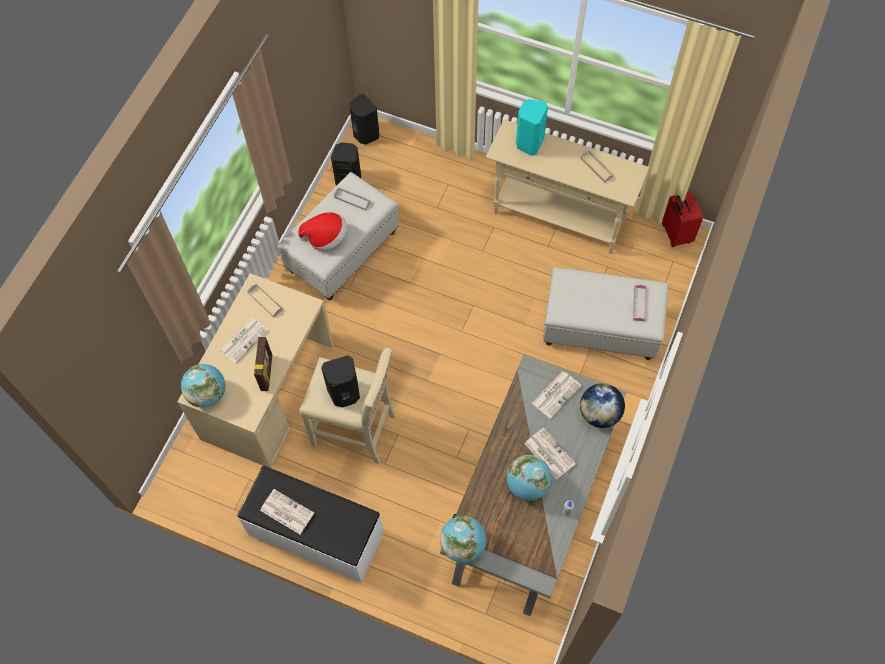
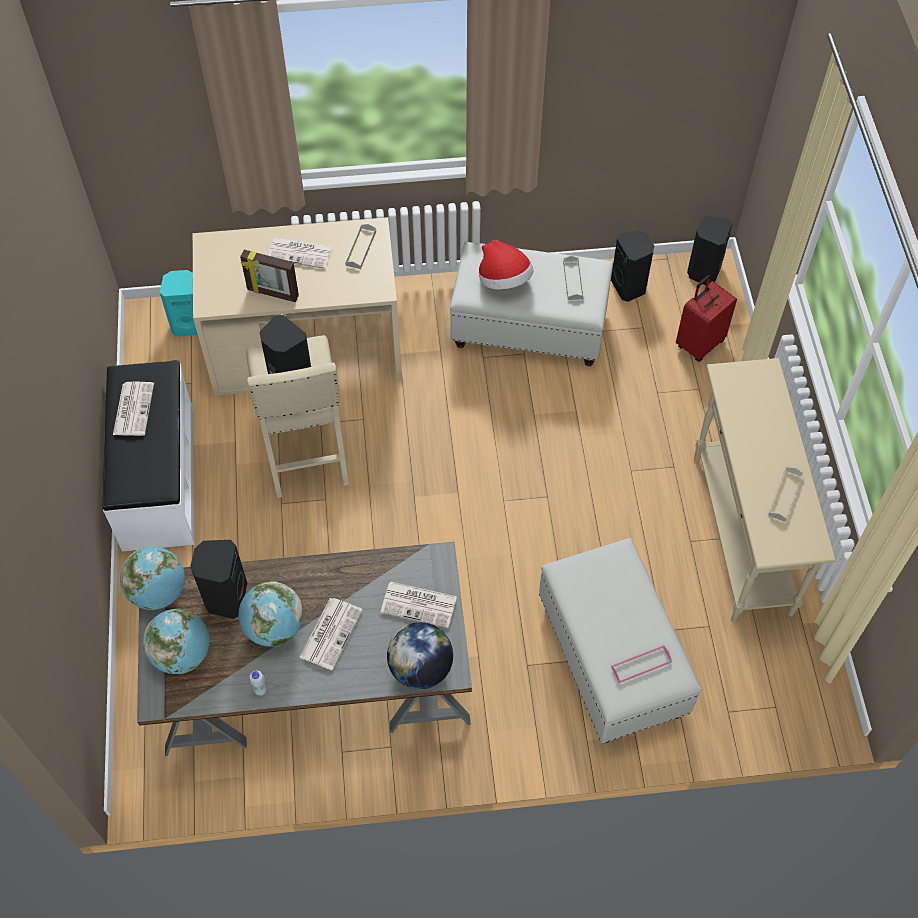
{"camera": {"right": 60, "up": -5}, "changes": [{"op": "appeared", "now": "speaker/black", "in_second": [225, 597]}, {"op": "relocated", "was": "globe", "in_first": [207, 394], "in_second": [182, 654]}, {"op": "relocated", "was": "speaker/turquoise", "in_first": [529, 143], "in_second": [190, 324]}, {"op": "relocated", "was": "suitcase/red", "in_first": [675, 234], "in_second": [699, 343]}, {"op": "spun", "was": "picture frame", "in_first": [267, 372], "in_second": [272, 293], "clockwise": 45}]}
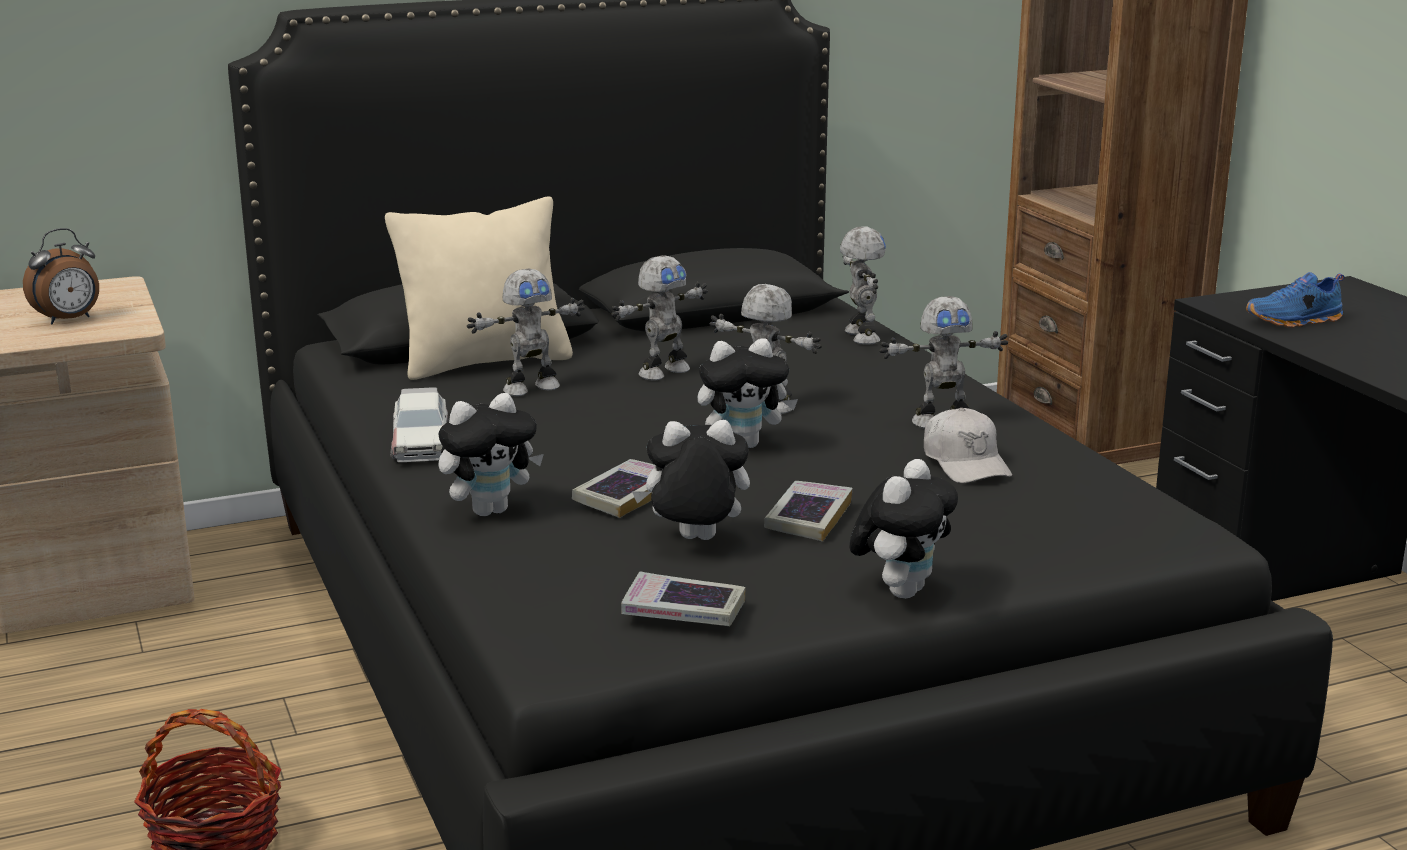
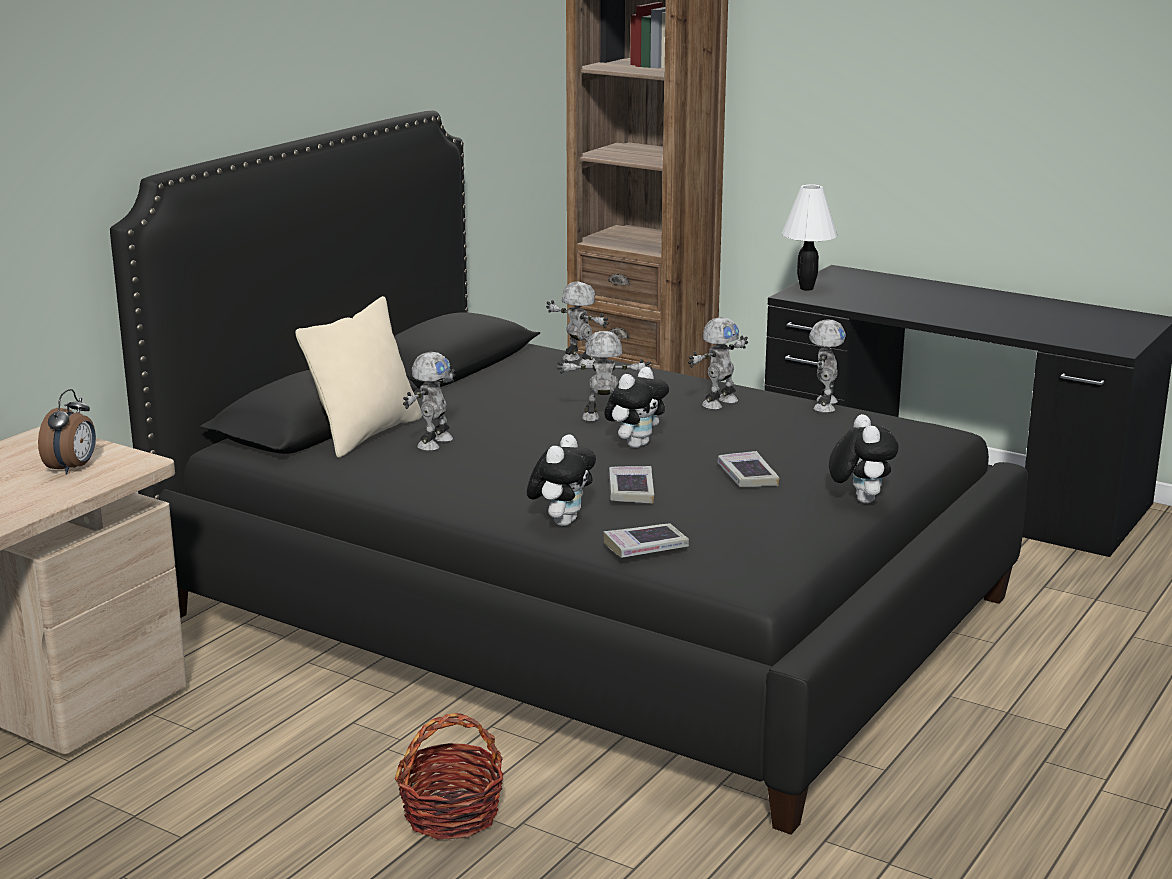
{"camera": {"right": -35, "up": 0}, "changes": [{"op": "missing", "was": "toy car", "in_first": [420, 442]}, {"op": "missing", "was": "plush toy", "in_first": [694, 541]}, {"op": "missing", "was": "cap/white", "in_first": [965, 463]}, {"op": "missing", "was": "shoe/blue", "in_first": [1295, 321]}, {"op": "appeared", "now": "table lamp/white", "in_second": [807, 289]}, {"op": "relocated", "was": "toy robot", "in_first": [662, 372], "in_second": [823, 406]}, {"op": "relocated", "was": "book", "in_first": [683, 610], "in_second": [645, 547]}]}
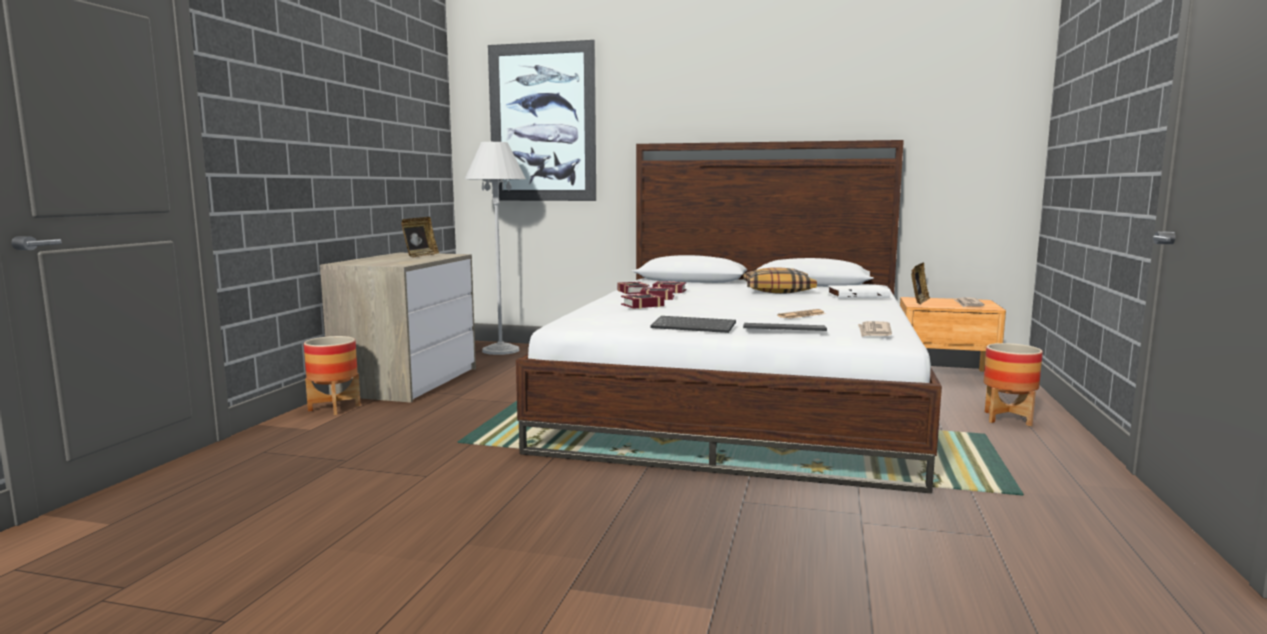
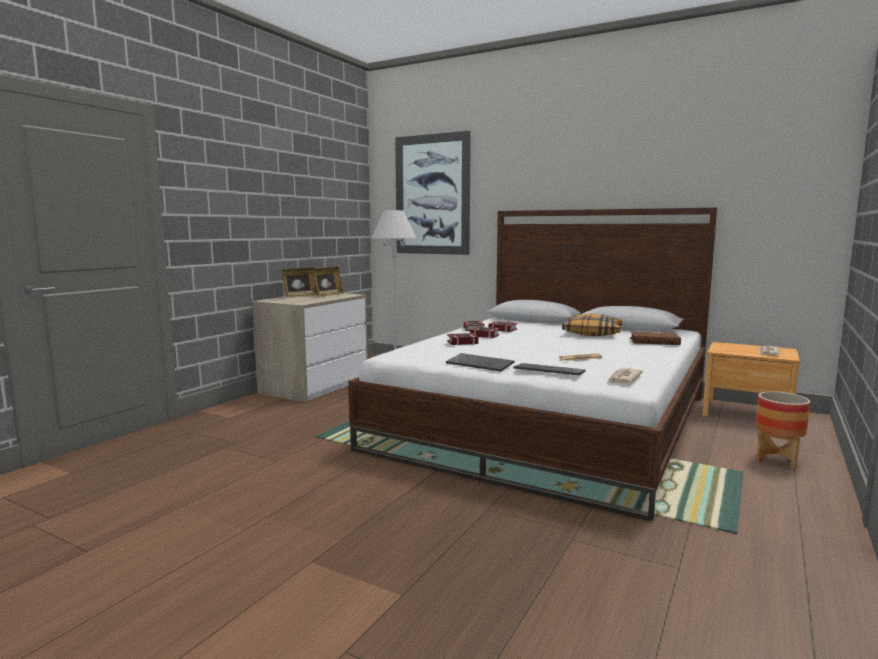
{"camera": {"right": 15, "up": 0}, "changes": [{"op": "missing", "was": "planter", "in_first": [334, 408]}, {"op": "relocated", "was": "picture frame", "in_first": [919, 301], "in_second": [300, 296]}, {"op": "colour", "was": "book/white", "now": "book/brown", "in_first": [857, 295], "in_second": [654, 341]}]}
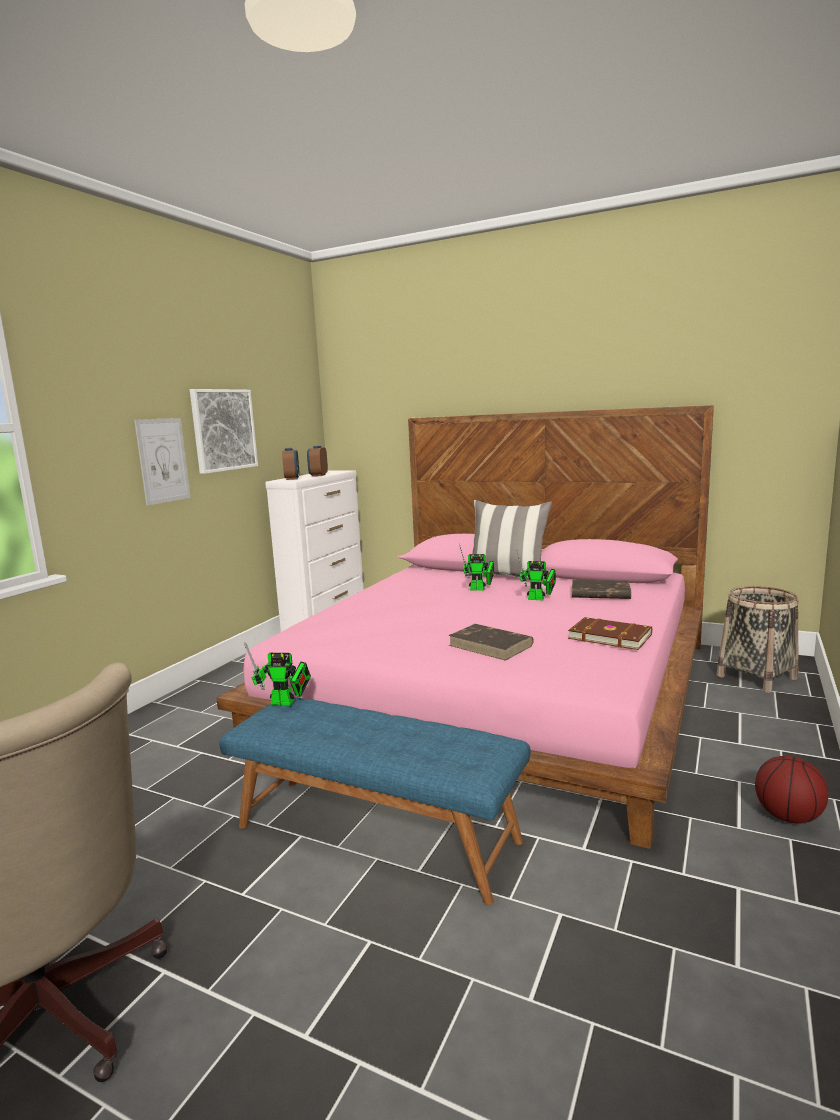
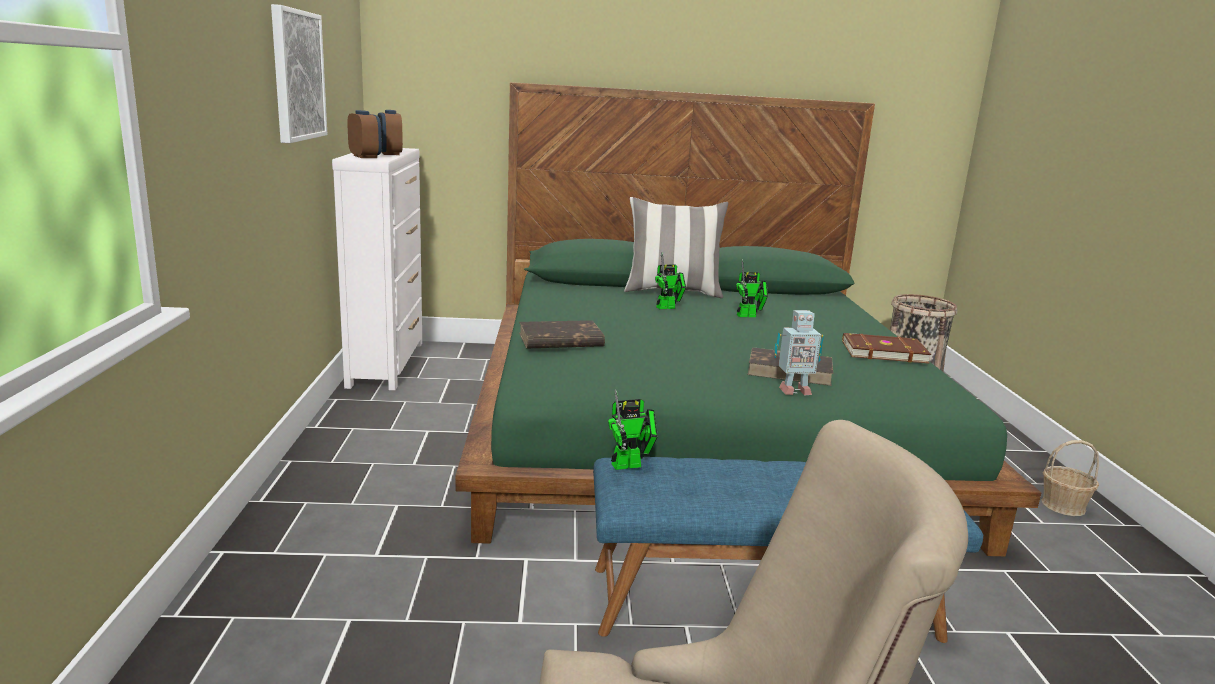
{"camera": {"right": -30, "up": 5}, "changes": [{"op": "missing", "was": "picture", "in_first": [163, 460]}, {"op": "appeared", "now": "toy robot", "in_second": [793, 390]}, {"op": "relocated", "was": "book/brown", "in_first": [599, 593], "in_second": [560, 340]}, {"op": "exchanged", "was": "basketball", "now": "basket", "in_first": [788, 817], "in_second": [1063, 506]}, {"op": "colour", "was": "bed/pink", "now": "bed/green", "in_first": [496, 690], "in_second": [698, 426]}]}
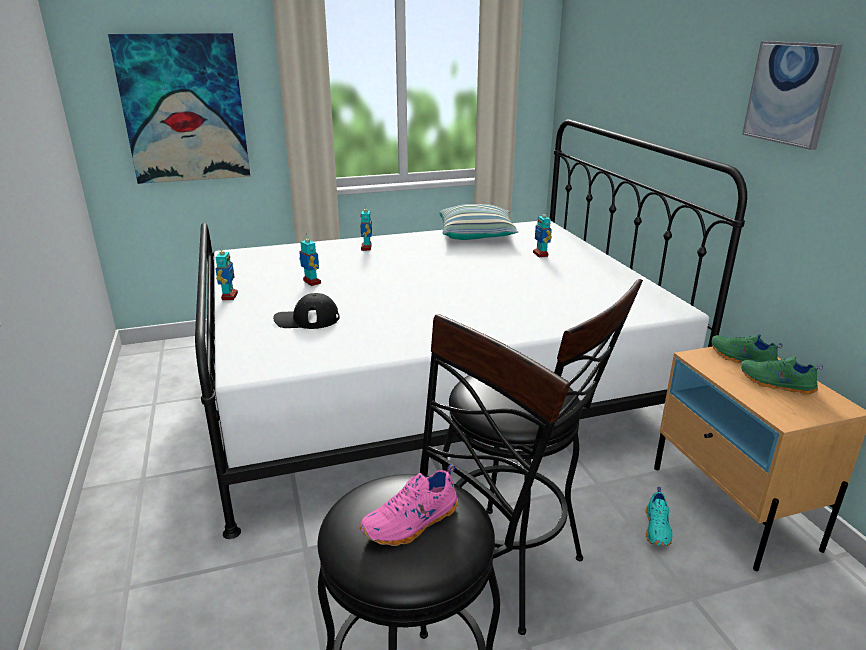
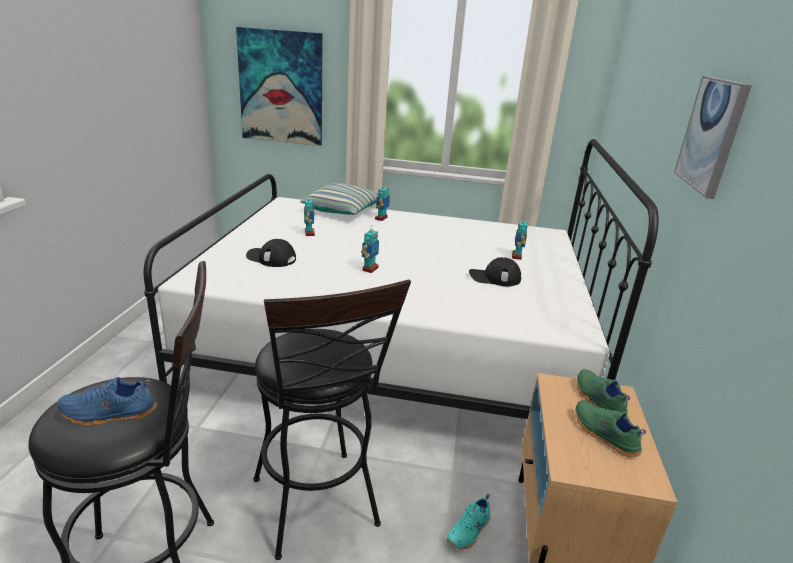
{"camera": {"right": 25, "up": 0}, "changes": [{"op": "appeared", "now": "cap/black", "in_second": [494, 277]}, {"op": "relocated", "was": "toy robot", "in_first": [229, 296], "in_second": [369, 269]}, {"op": "relocated", "was": "pillow", "in_first": [477, 235], "in_second": [343, 211]}, {"op": "colour", "was": "shoe/pink", "now": "shoe/blue", "in_first": [412, 523], "in_second": [108, 414]}]}
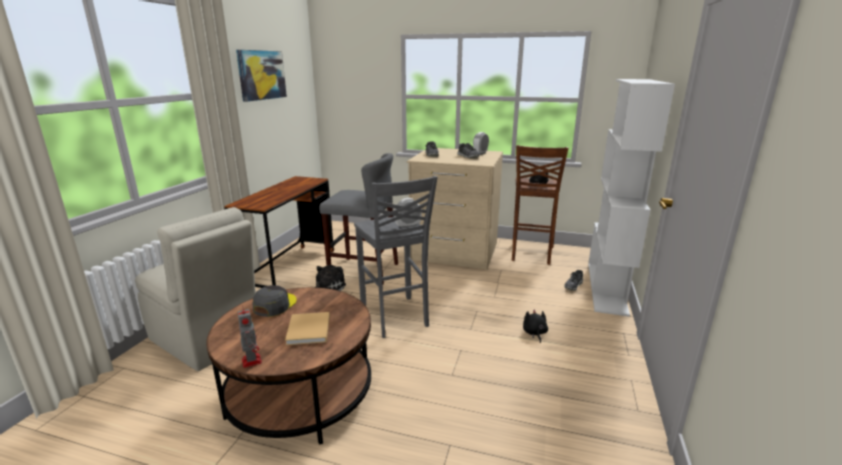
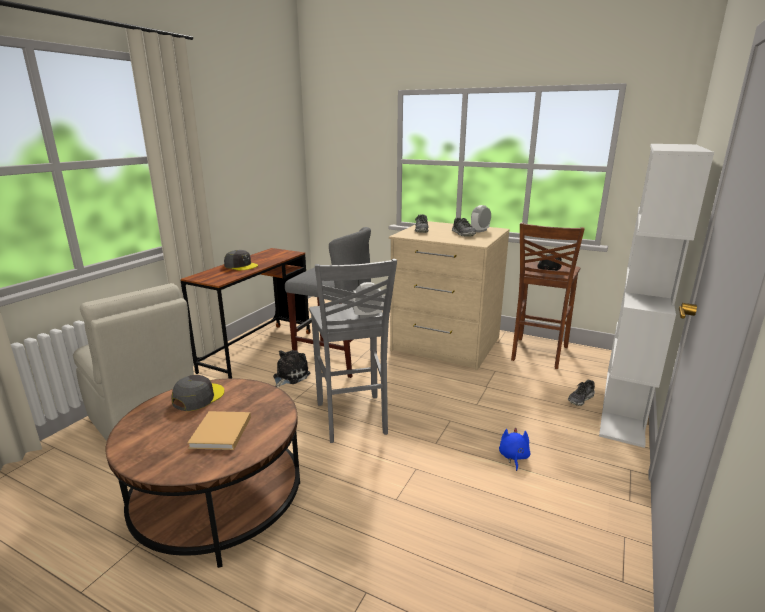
{"camera": {"right": 10, "up": 0}, "changes": [{"op": "missing", "was": "picture", "in_first": [261, 75]}, {"op": "missing", "was": "toy robot", "in_first": [251, 360]}, {"op": "appeared", "now": "cap/grey", "in_second": [241, 266]}, {"op": "colour", "was": "plush toy/black", "now": "plush toy/blue", "in_first": [534, 333], "in_second": [513, 457]}]}
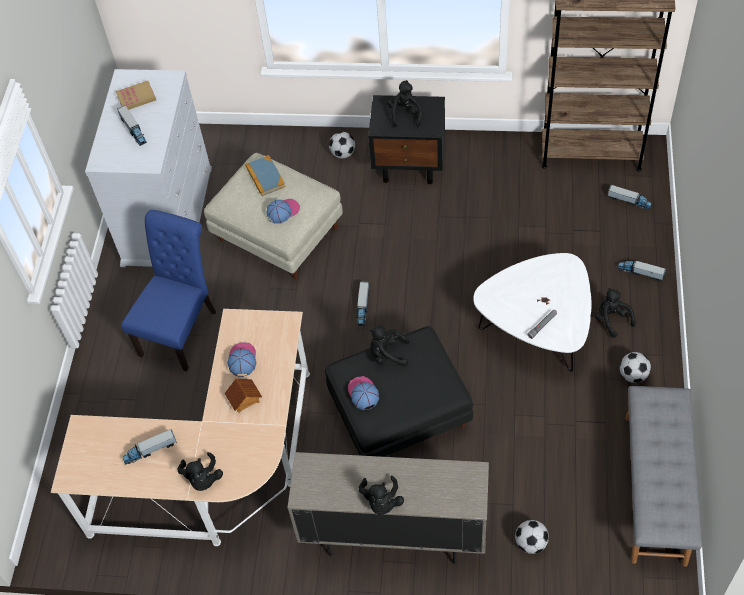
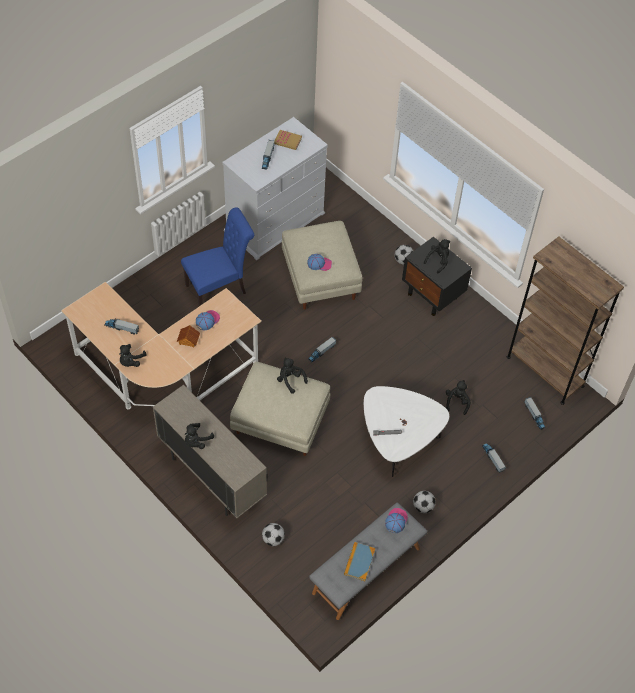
{"camera": {"right": 35, "up": 0}, "changes": [{"op": "relocated", "was": "book", "in_first": [265, 177], "in_second": [359, 562]}, {"op": "relocated", "was": "cap", "in_first": [363, 393], "in_second": [396, 520]}, {"op": "relocated", "was": "plush toy/black", "in_first": [611, 319], "in_second": [457, 402]}, {"op": "colour", "was": "ottoman/black", "now": "ottoman/beige", "in_first": [399, 414], "in_second": [279, 421]}]}
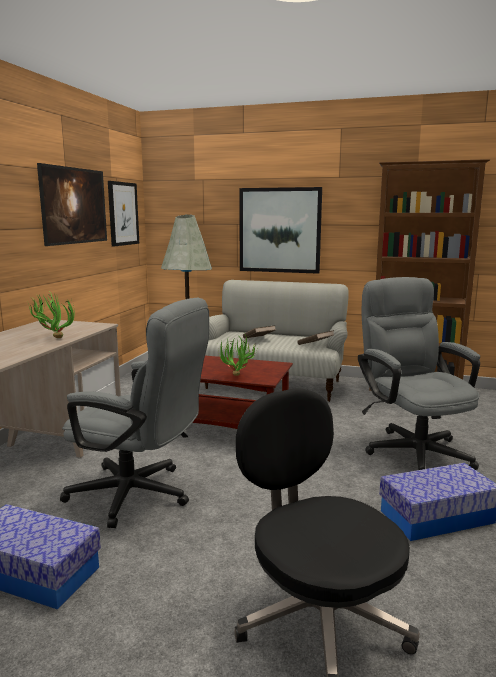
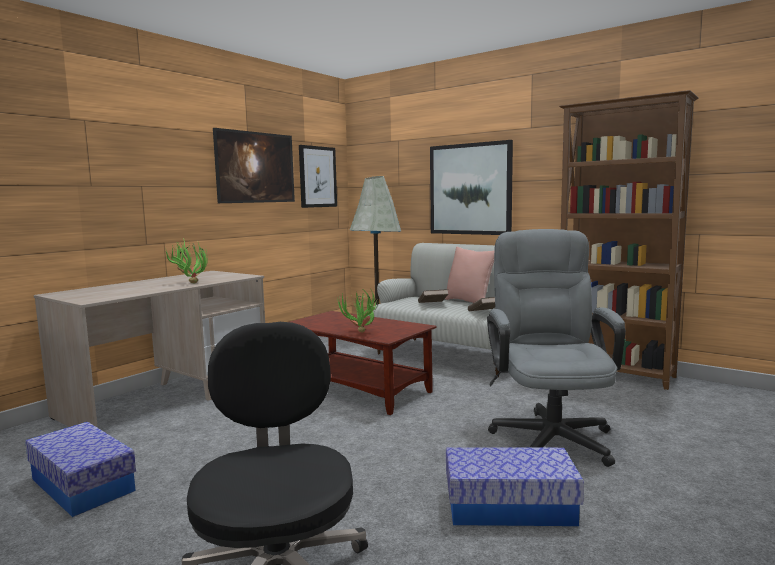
{"camera": {"right": 20, "up": -5}, "changes": [{"op": "missing", "was": "office chair/grey", "in_first": [140, 495]}, {"op": "appeared", "now": "pillow/pink", "in_second": [469, 302]}]}
